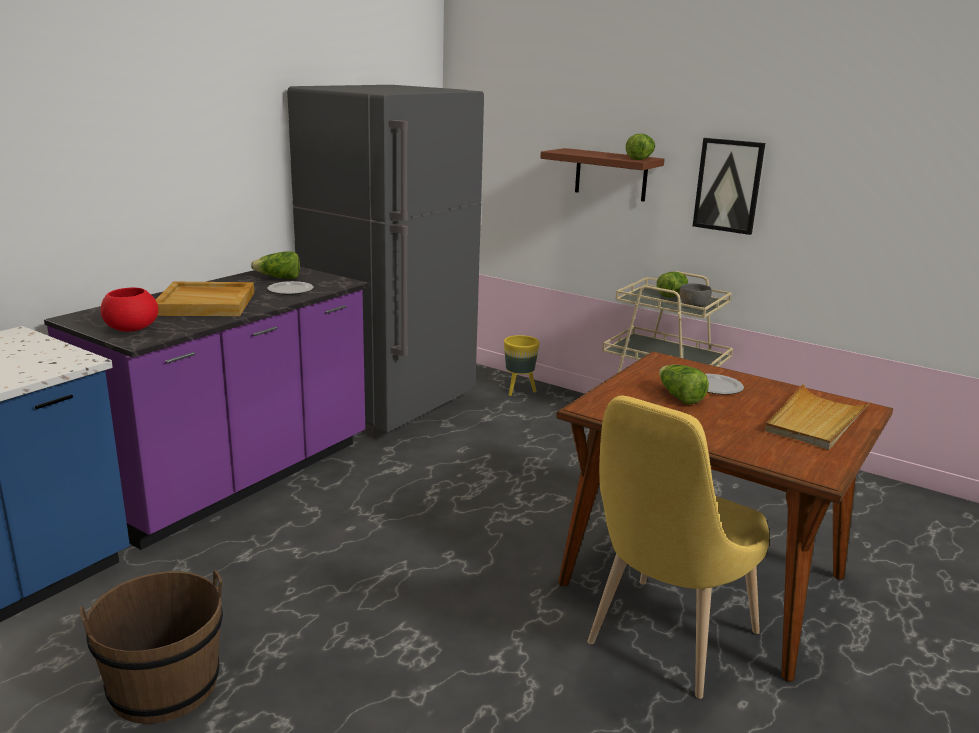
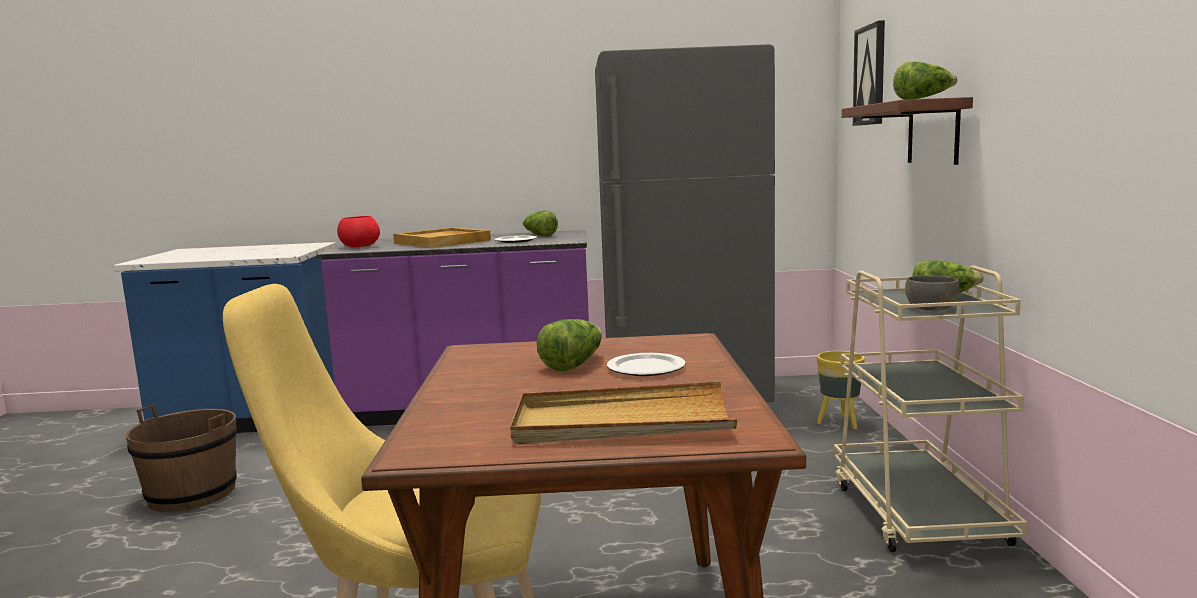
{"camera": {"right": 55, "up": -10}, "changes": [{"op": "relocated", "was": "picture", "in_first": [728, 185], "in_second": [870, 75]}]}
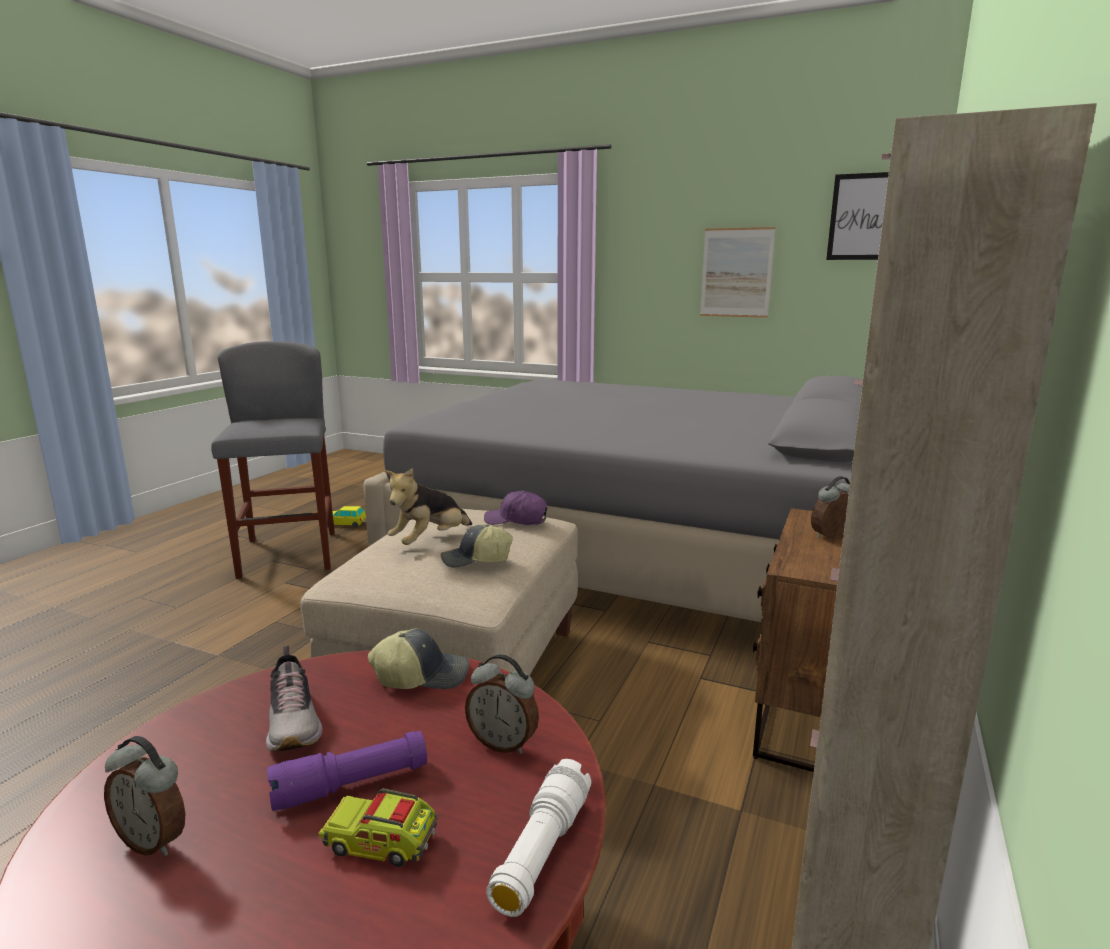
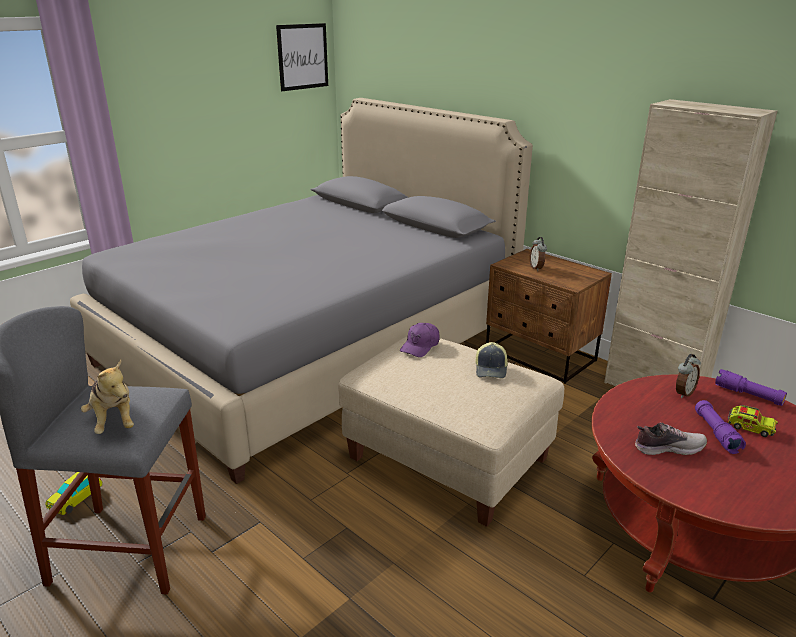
{"camera": {"right": -70, "up": 10}, "changes": [{"op": "missing", "was": "alarm clock", "in_first": [154, 840]}, {"op": "missing", "was": "cap", "in_first": [422, 675]}, {"op": "missing", "was": "picture", "in_first": [736, 273]}, {"op": "relocated", "was": "plush toy", "in_first": [430, 541], "in_second": [114, 421]}, {"op": "colour", "was": "flashlight/white", "now": "flashlight/purple", "in_first": [542, 851], "in_second": [748, 395]}, {"op": "spun", "was": "toy truck", "in_first": [381, 842], "in_second": [750, 427], "clockwise": -90}]}
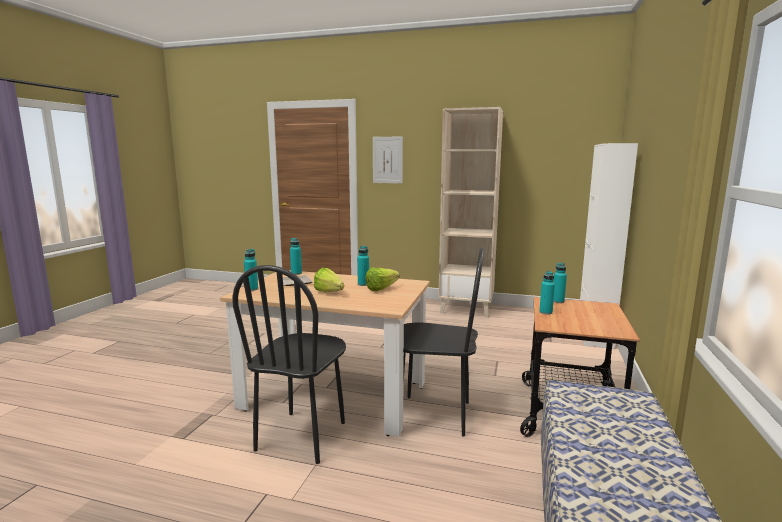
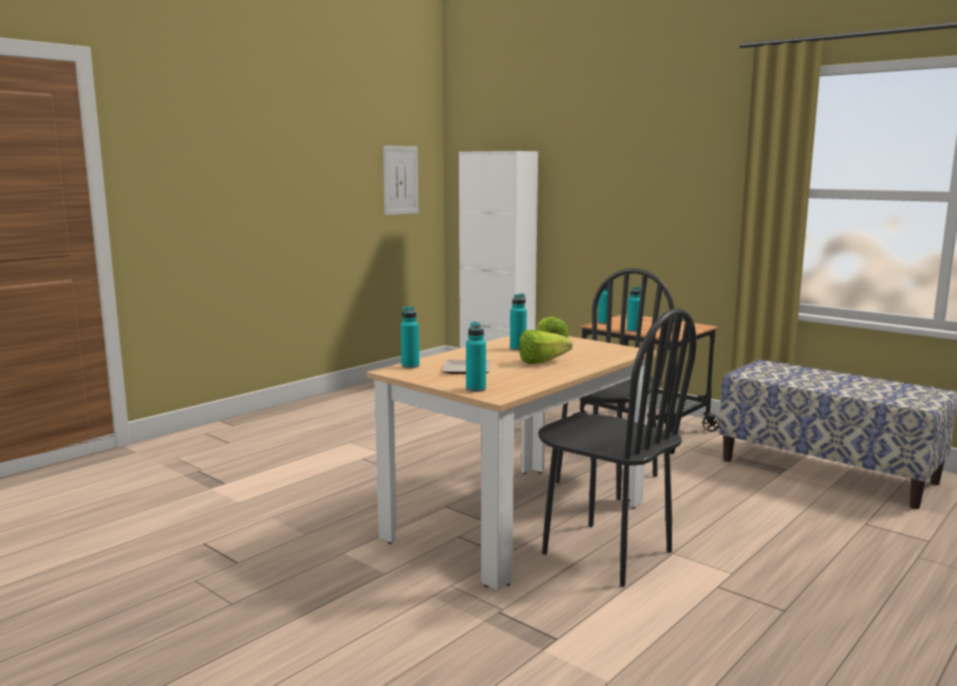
{"camera": {"right": -65, "up": 0}, "changes": [{"op": "missing", "was": "bookcase/beige", "in_first": [467, 309]}, {"op": "relocated", "was": "picture", "in_first": [387, 160], "in_second": [400, 180]}]}
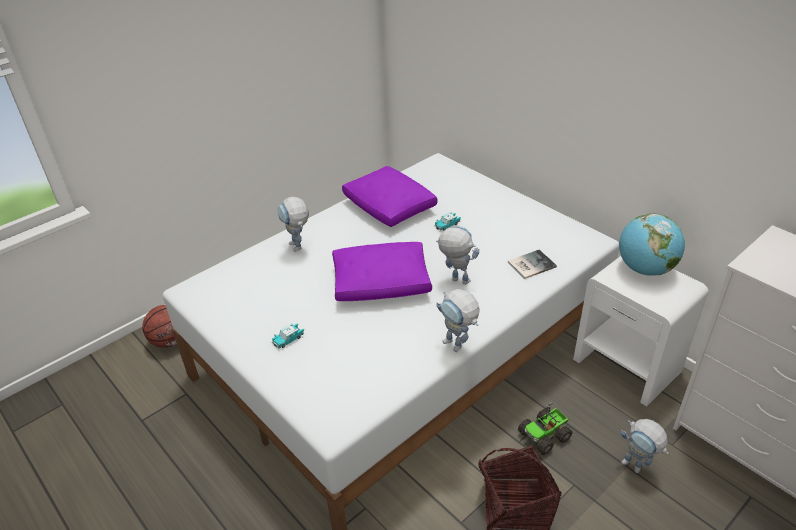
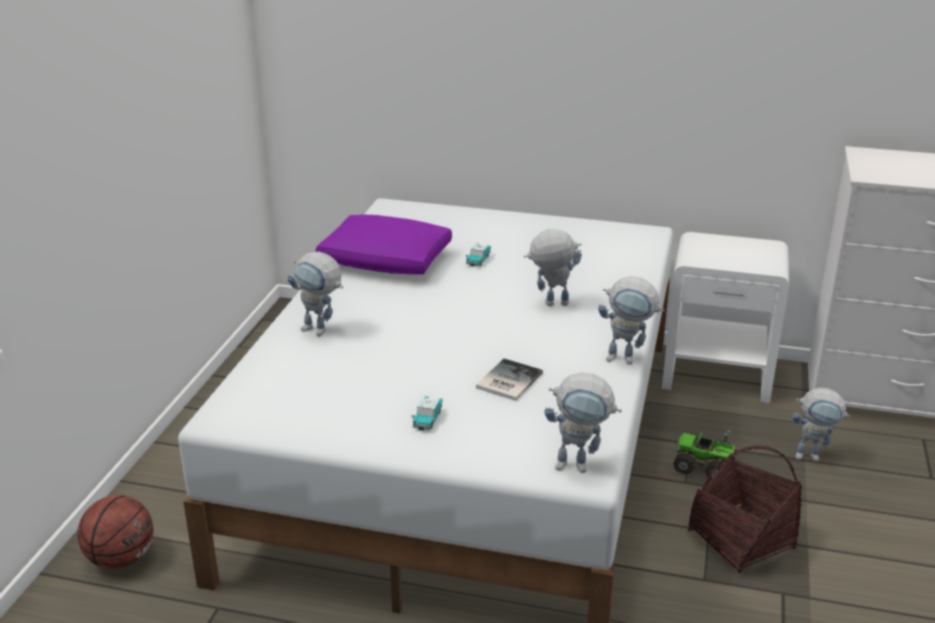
{"camera": {"right": -35, "up": -10}, "changes": [{"op": "missing", "was": "pillow/purple", "in_first": [380, 283]}, {"op": "missing", "was": "globe", "in_first": [645, 269]}, {"op": "appeared", "now": "toy robot", "in_second": [580, 466]}, {"op": "relocated", "was": "book", "in_first": [530, 264], "in_second": [507, 381]}, {"op": "spun", "was": "toy truck", "in_first": [545, 435], "in_second": [704, 466], "clockwise": 90}]}
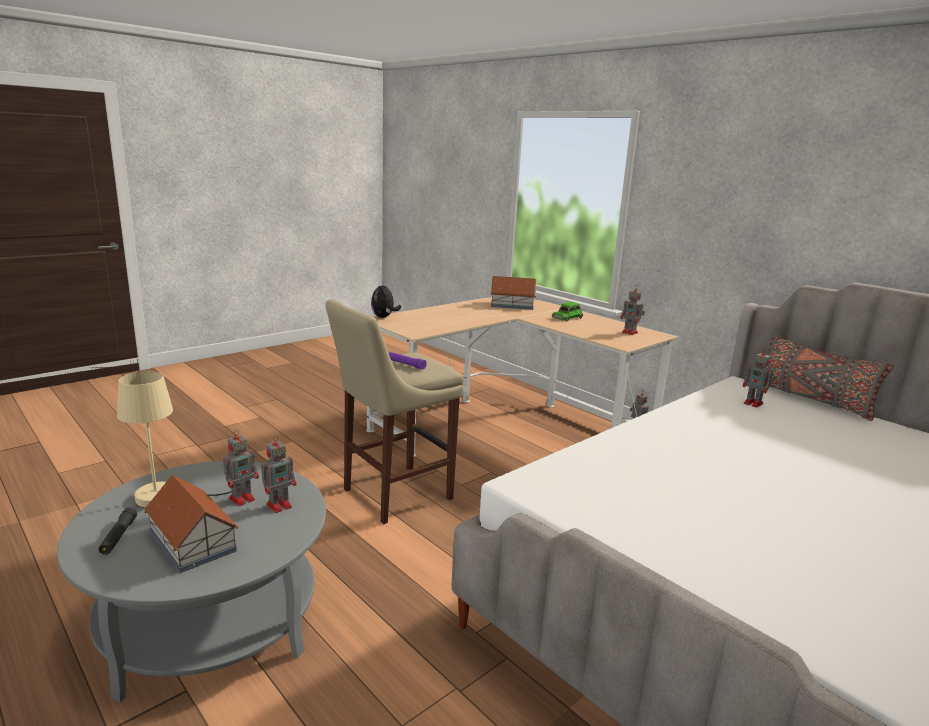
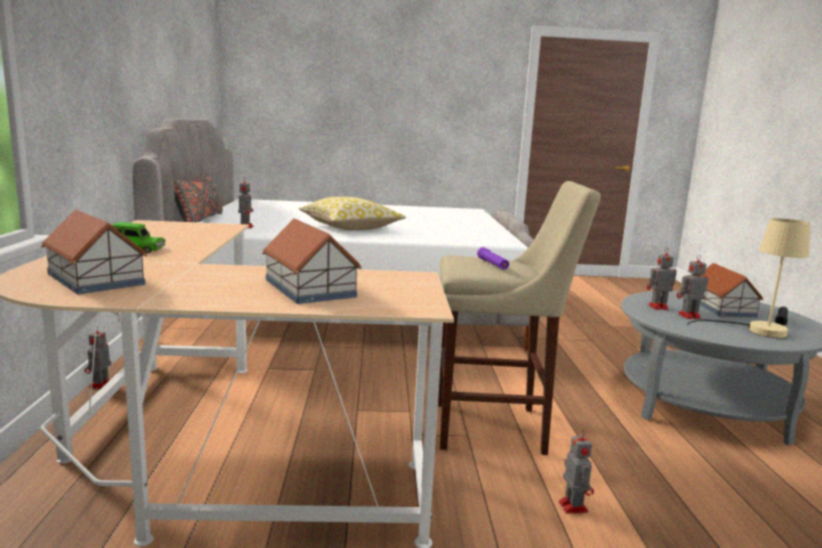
{"camera": {"right": -140, "up": -5}, "changes": [{"op": "missing", "was": "plush toy", "in_first": [384, 317]}, {"op": "appeared", "now": "toy house", "in_second": [309, 287]}, {"op": "appeared", "now": "pillow", "in_second": [351, 227]}, {"op": "relocated", "was": "toy robot", "in_first": [630, 333], "in_second": [572, 506]}]}
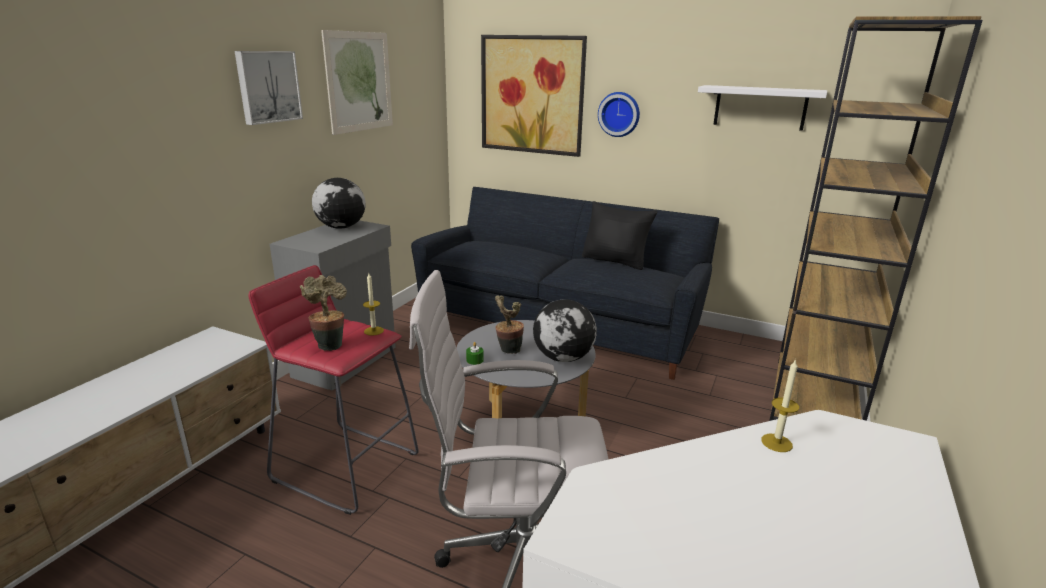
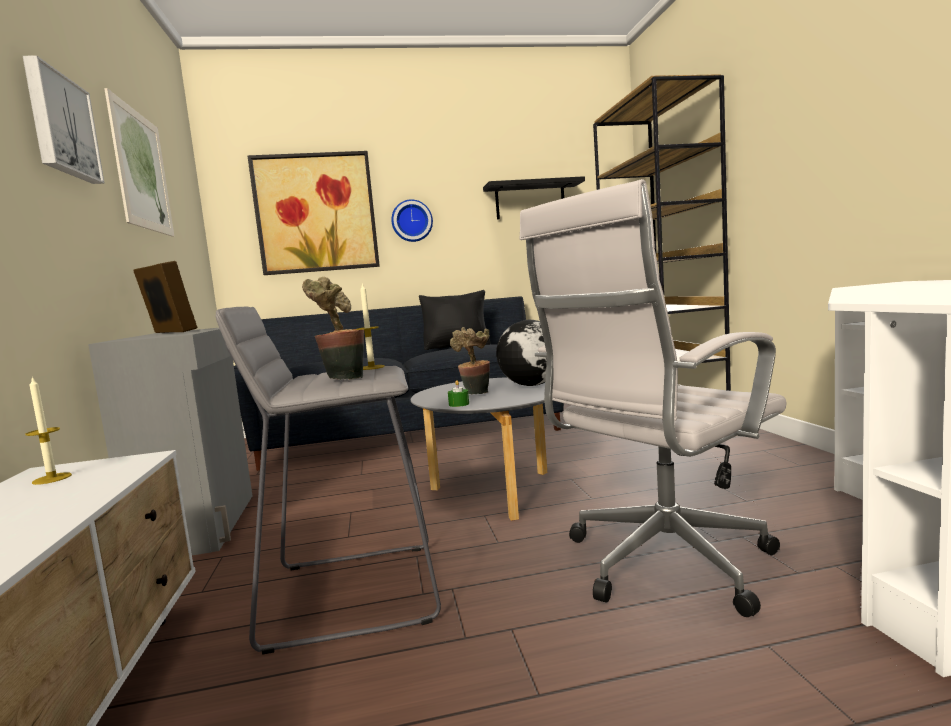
{"camera": {"right": -35, "up": -15}, "changes": [{"op": "relocated", "was": "candle", "in_first": [776, 443], "in_second": [52, 478]}, {"op": "exchanged", "was": "globe", "now": "picture frame", "in_first": [341, 227], "in_second": [170, 332]}, {"op": "colour", "was": "stool/red", "now": "stool/grey", "in_first": [346, 465], "in_second": [351, 592]}, {"op": "colour", "was": "shelf/white", "now": "shelf/black", "in_first": [760, 107], "in_second": [530, 201]}]}
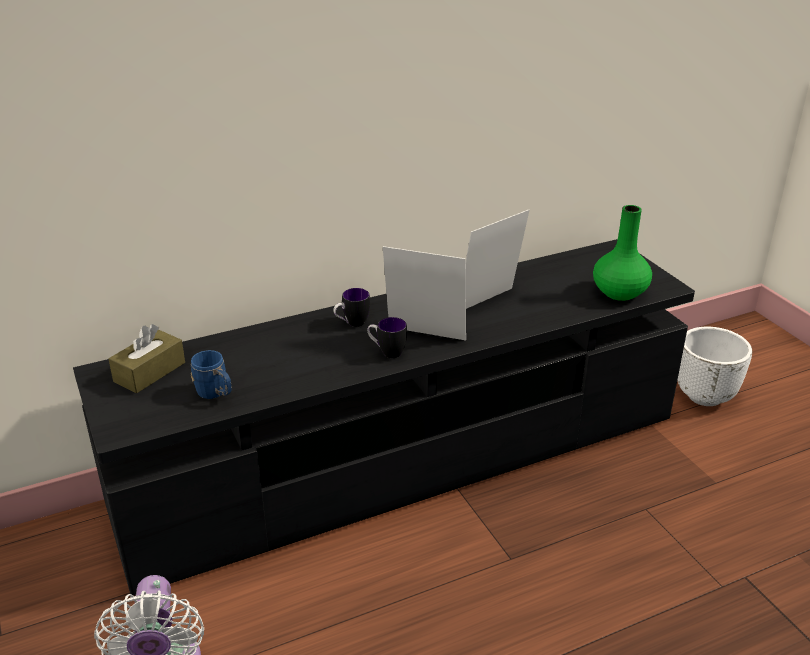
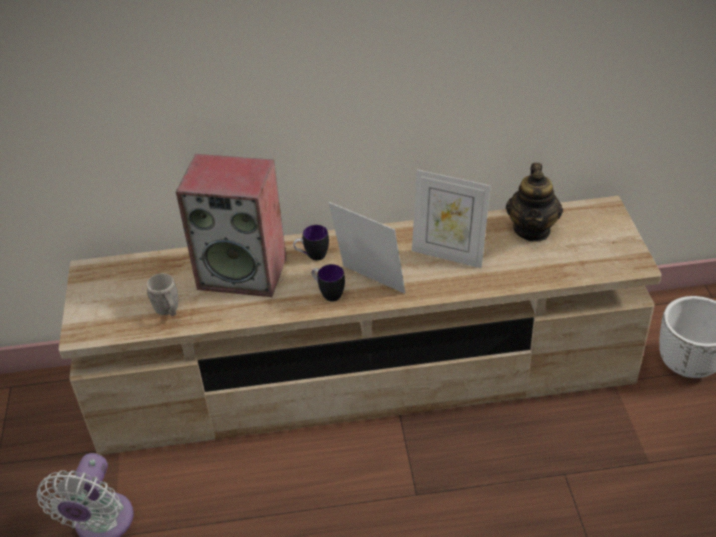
{"camera": {"right": 20, "up": 10}, "changes": [{"op": "missing", "was": "tissue box/brown", "in_first": [149, 372]}, {"op": "missing", "was": "vase/green", "in_first": [620, 293]}, {"op": "appeared", "now": "speaker", "in_second": [244, 272]}, {"op": "appeared", "now": "teapot", "in_second": [532, 229]}, {"op": "colour", "was": "tv stand/black", "now": "tv stand/beige", "in_first": [405, 461], "in_second": [364, 376]}, {"op": "colour", "was": "mug/blue", "now": "mug/grey", "in_first": [215, 394], "in_second": [168, 310]}, {"op": "spun", "was": "picture frame", "in_first": [490, 303], "in_second": [448, 254], "clockwise": -135}]}
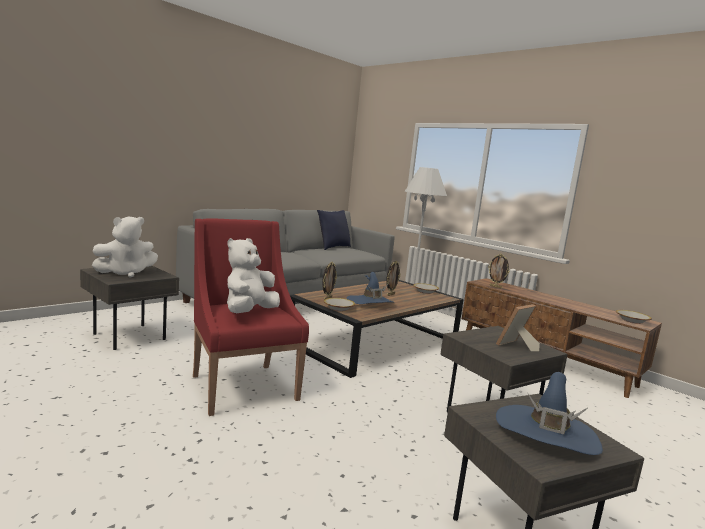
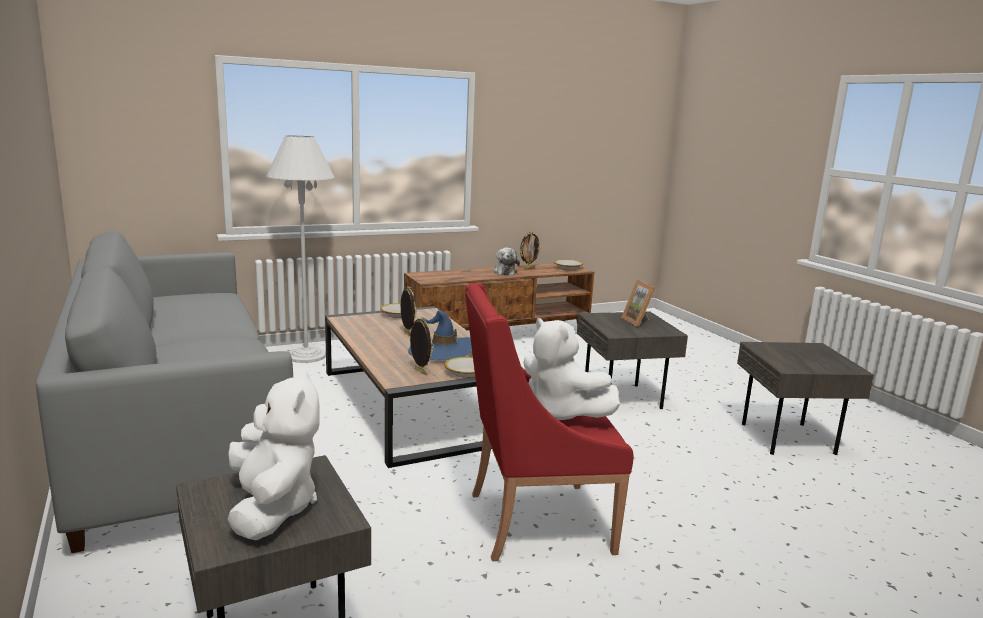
{"camera": {"right": -70, "up": 5}, "changes": [{"op": "missing", "was": "pillow/blue", "in_first": [332, 247]}, {"op": "missing", "was": "hat/blue", "in_first": [546, 433]}, {"op": "appeared", "now": "plush toy", "in_second": [505, 272]}, {"op": "relocated", "was": "picture frame", "in_first": [496, 287], "in_second": [528, 268]}]}
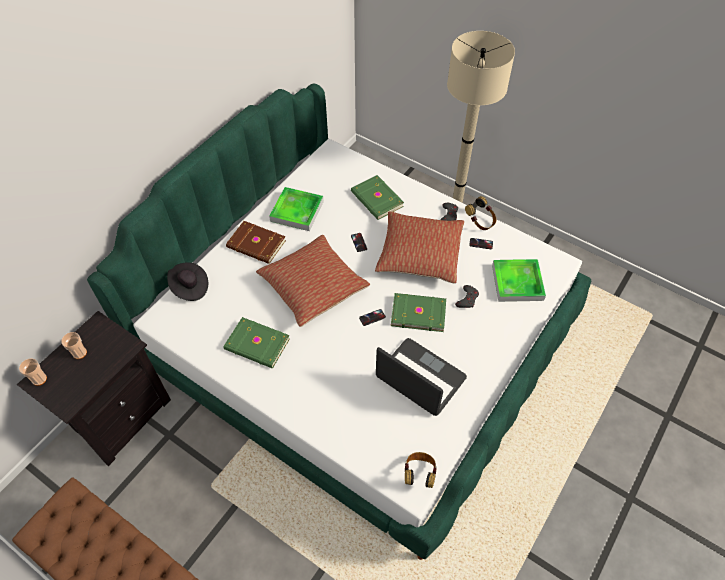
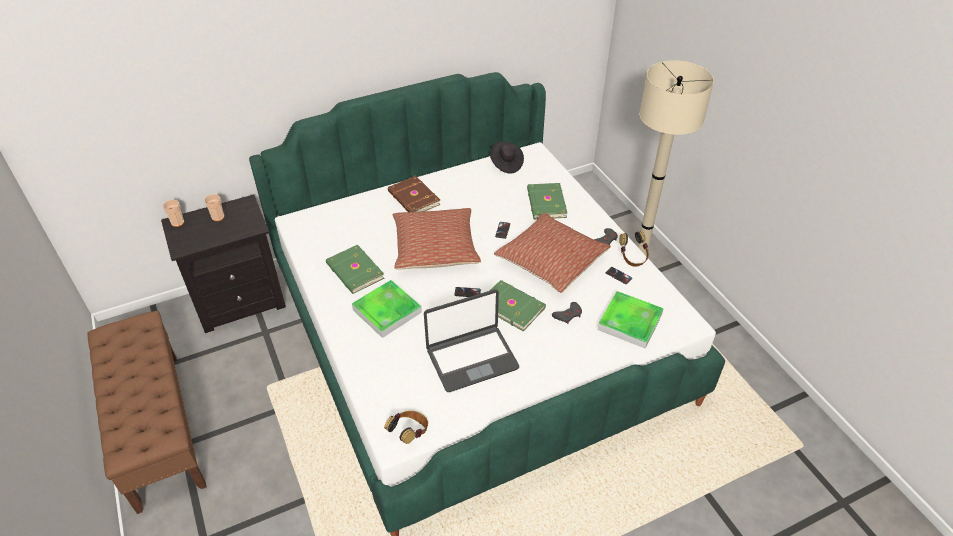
{"camera": {"right": 30, "up": -10}, "changes": [{"op": "relocated", "was": "hat/black", "in_first": [190, 287], "in_second": [506, 164]}, {"op": "relocated", "was": "tray", "in_first": [297, 211], "in_second": [387, 311]}, {"op": "spun", "was": "laptop", "in_first": [420, 378], "in_second": [471, 358], "clockwise": 90}]}
